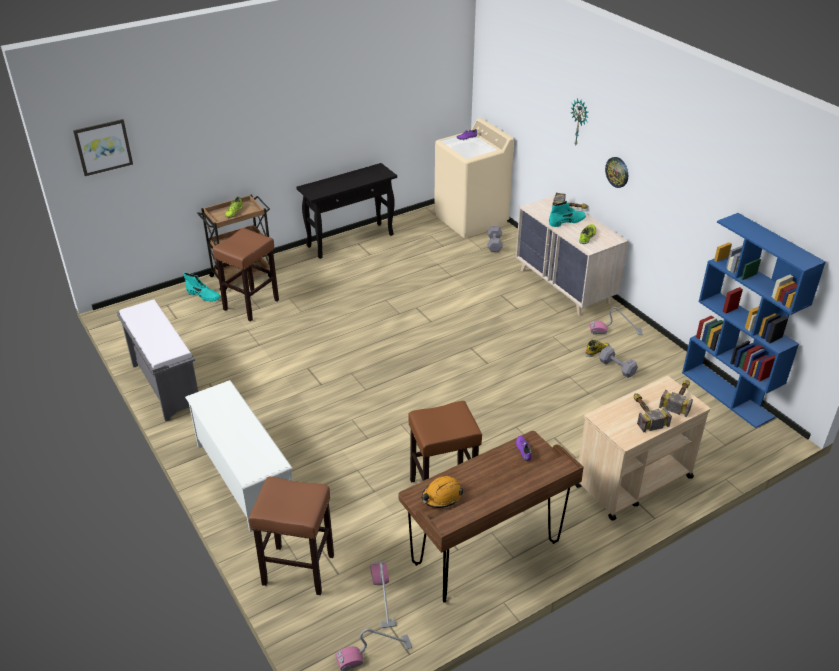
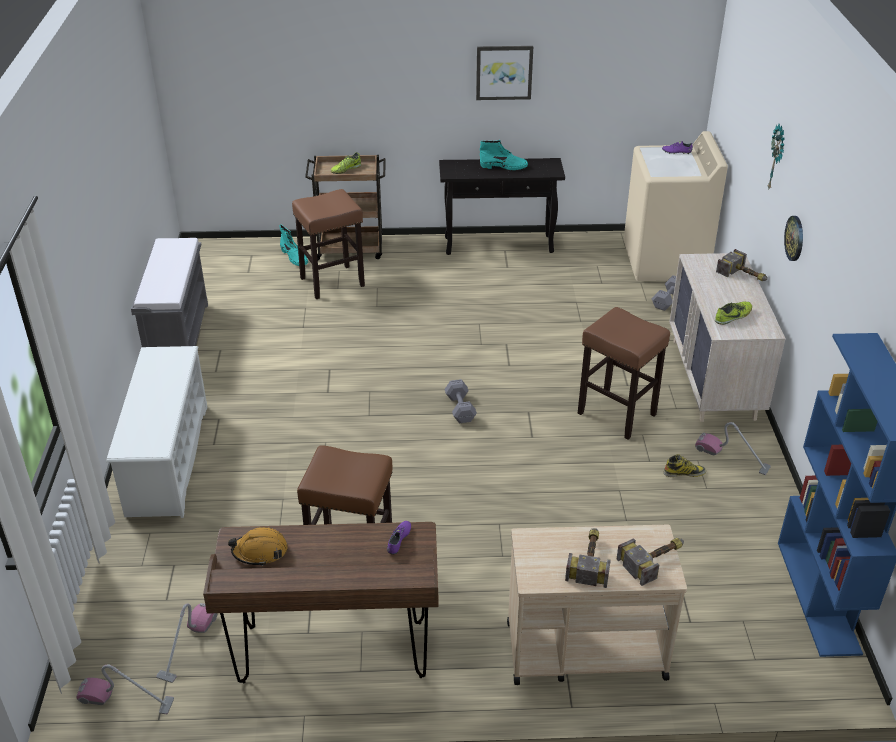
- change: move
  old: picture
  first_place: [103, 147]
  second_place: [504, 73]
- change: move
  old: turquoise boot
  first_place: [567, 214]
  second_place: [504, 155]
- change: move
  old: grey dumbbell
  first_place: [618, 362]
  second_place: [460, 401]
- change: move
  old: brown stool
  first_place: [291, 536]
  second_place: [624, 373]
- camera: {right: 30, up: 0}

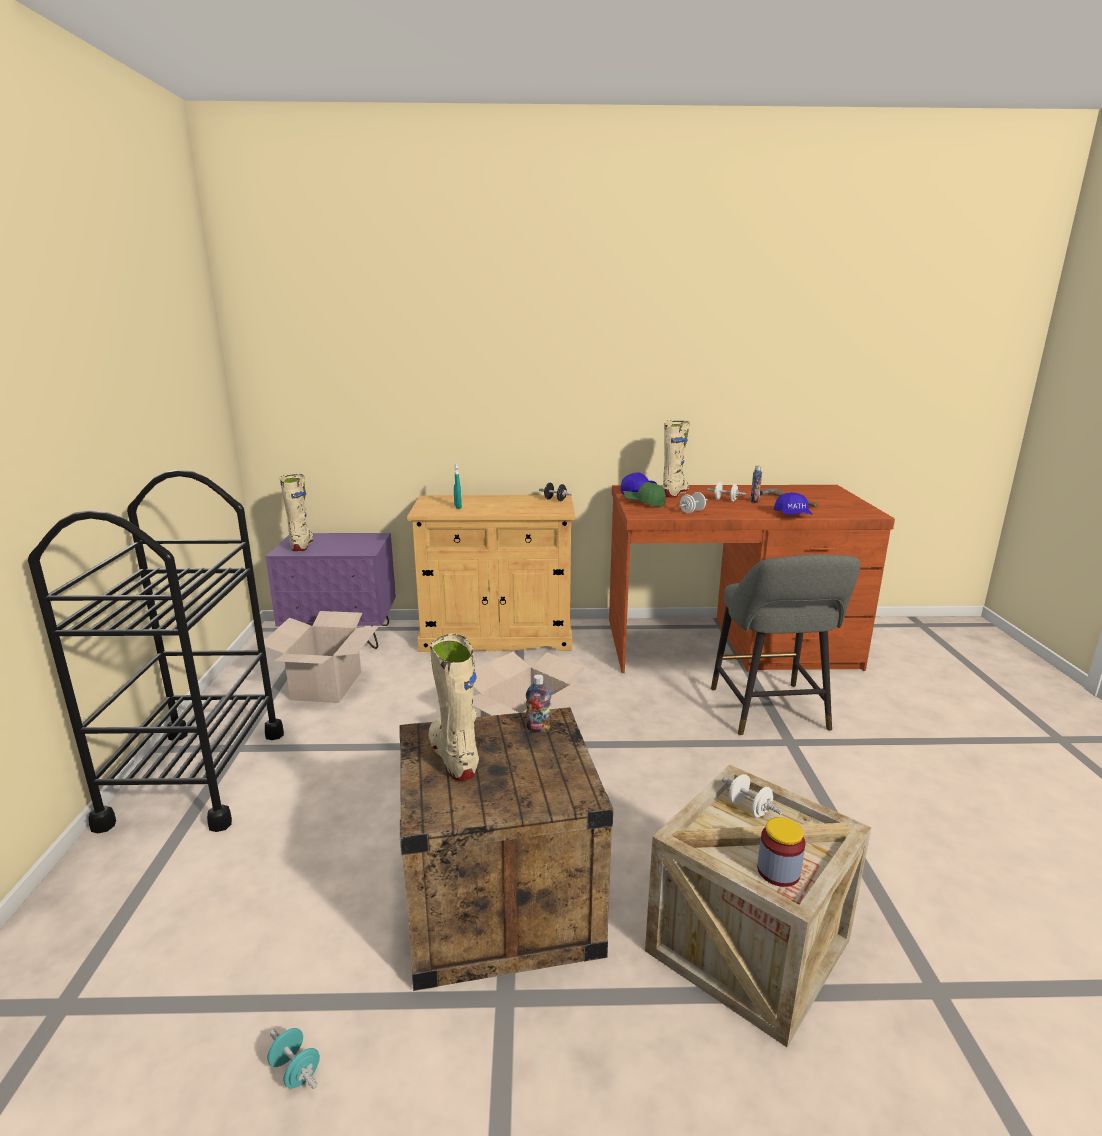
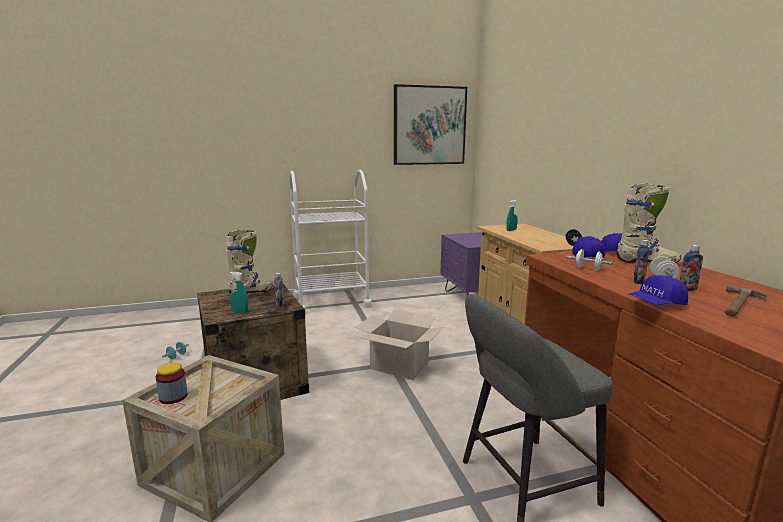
- change: recolor
  old: black cart
  new: white cart
  first_place: [156, 652]
  second_place: [331, 242]
- change: delete
  old: beige boot
  first_place: [297, 512]
- change: recolor
  old: green cap
  new: blue cap
  first_place: [645, 494]
  second_place: [588, 247]
- change: delete
  old: cardboard box
  first_place: [321, 657]
- change: delete
  old: white dumbbell
  first_place: [752, 795]
- change: insert
  new: picture
  second_place: [430, 124]
- change: insert
  new: bottle
  second_place: [641, 262]
- change: insert
  new: turquoise spray bottle
  second_place: [238, 292]
- camera: {right: 75, up: -5}

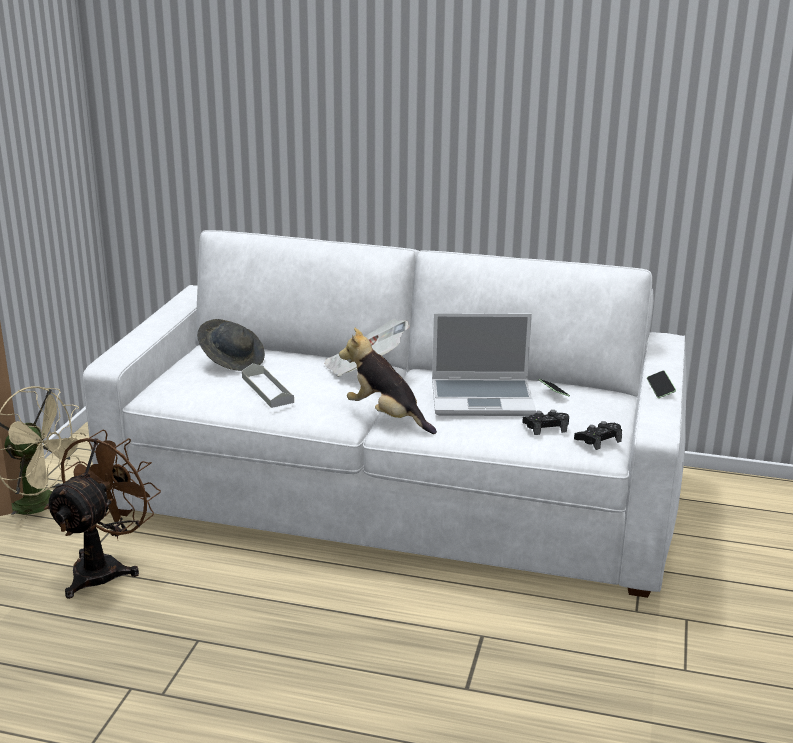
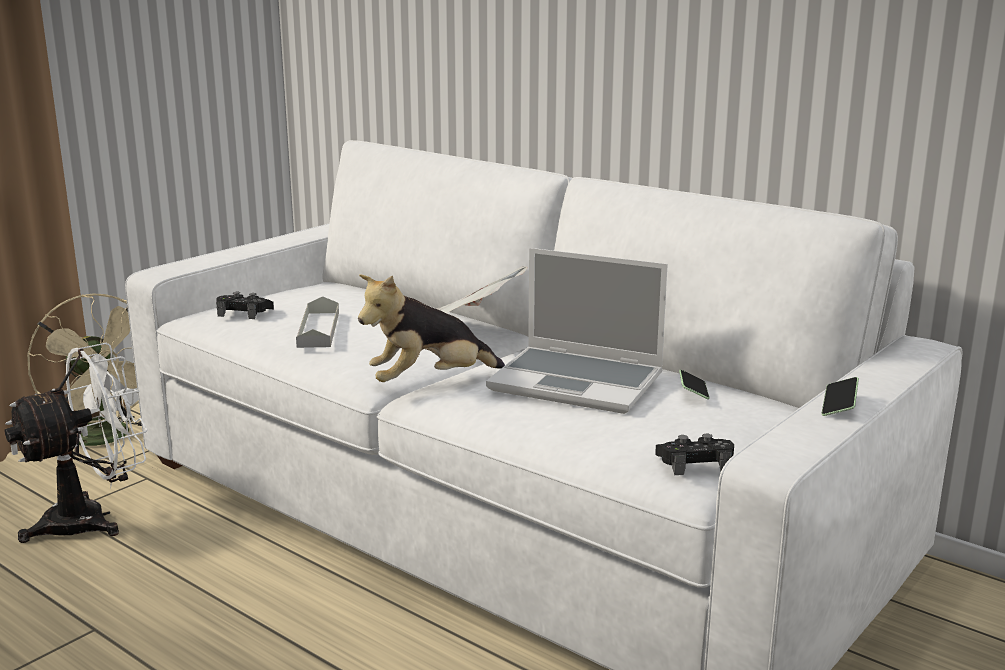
- change: delete
  old: grey hat
  first_place: [231, 345]
- change: rotate
  old: plush toy
  first_place: [388, 380]
  second_place: [431, 328]
  degrees: -90
- change: move
  old: black game controller
  first_place: [545, 422]
  second_place: [245, 305]
- change: recolor
  old: brown fan
  new: white fan
  first_place: [102, 514]
  second_place: [76, 443]
- camera: {right: 25, up: -5}

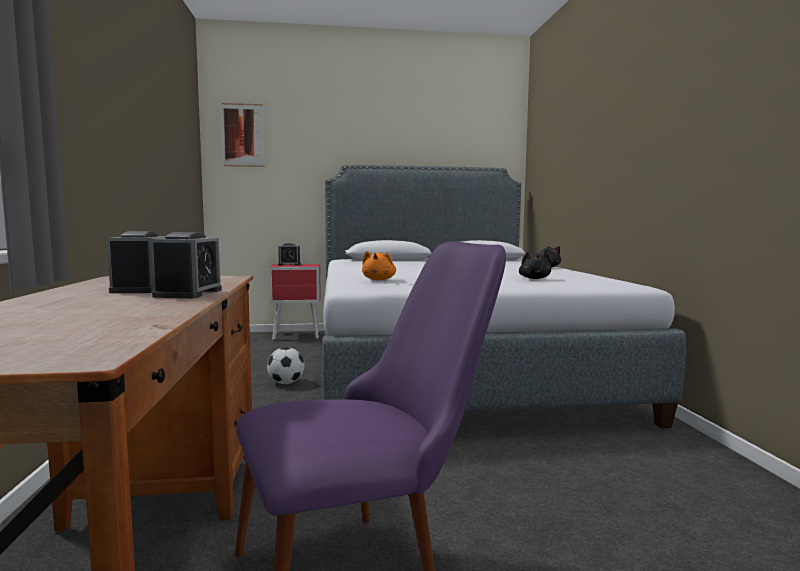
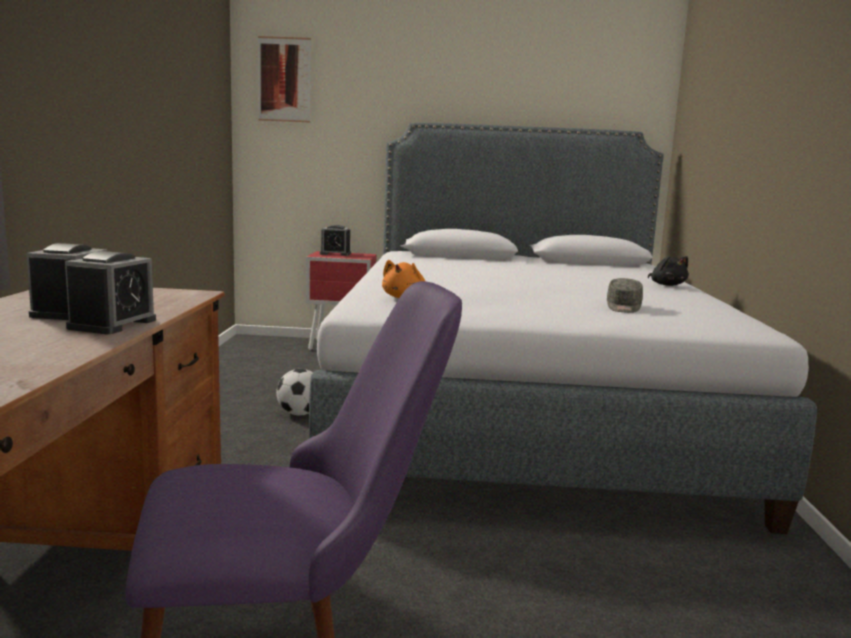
- change: replace
  old: black plush toy
  new: grey cap
  first_place: [535, 265]
  second_place: [625, 295]
- camera: {right: 10, up: 5}

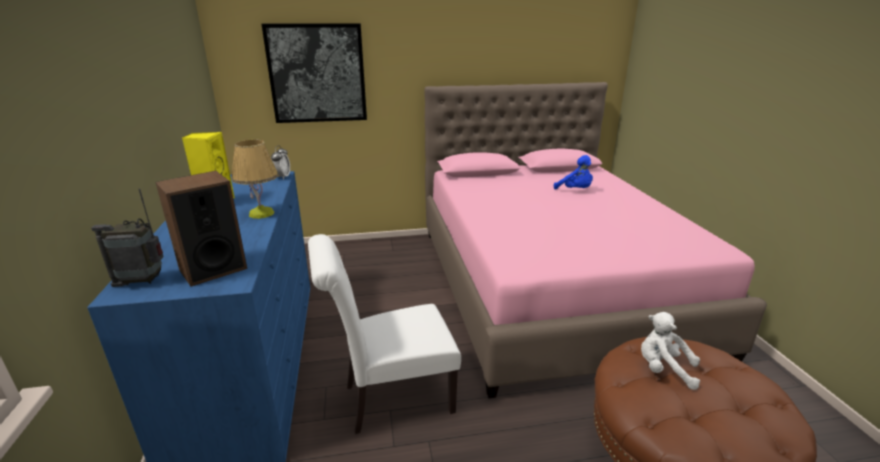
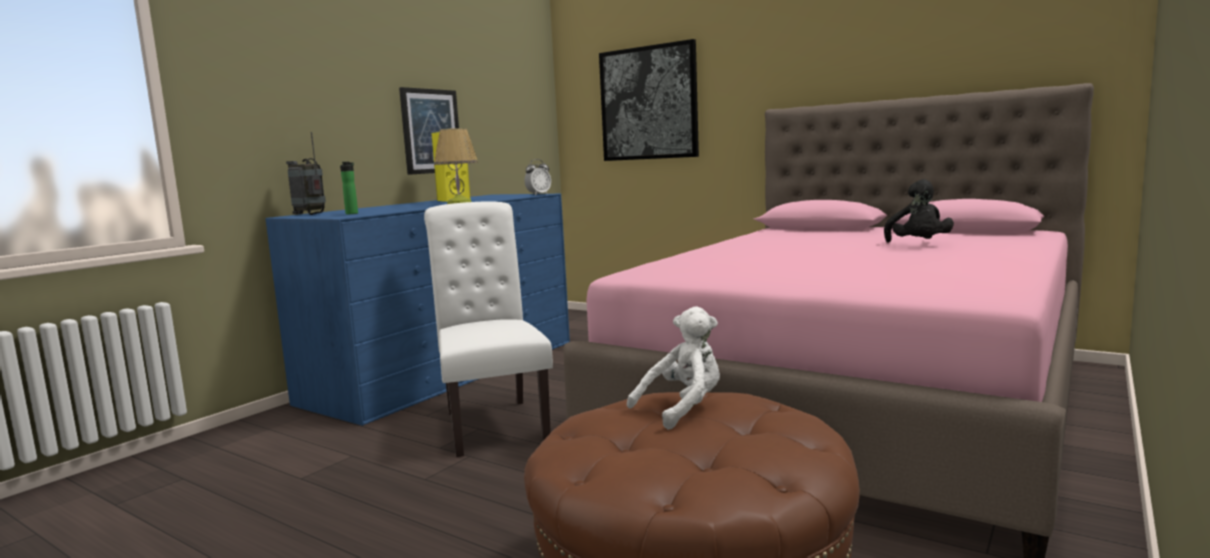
- change: recolor
  old: blue plush toy
  new: black plush toy
  first_place: [573, 172]
  second_place: [919, 211]
- change: replace
  old: speaker
  new: bottle
  first_place: [201, 229]
  second_place: [349, 188]
- change: rotate
  old: white chair
  first_place: [384, 334]
  second_place: [488, 329]
  degrees: 45
- change: rotate
  old: white plush toy
  first_place: [670, 351]
  second_place: [673, 368]
  degrees: 75
- change: insert
  new: picture
  second_place: [429, 131]
- camera: {right: 45, up: -15}

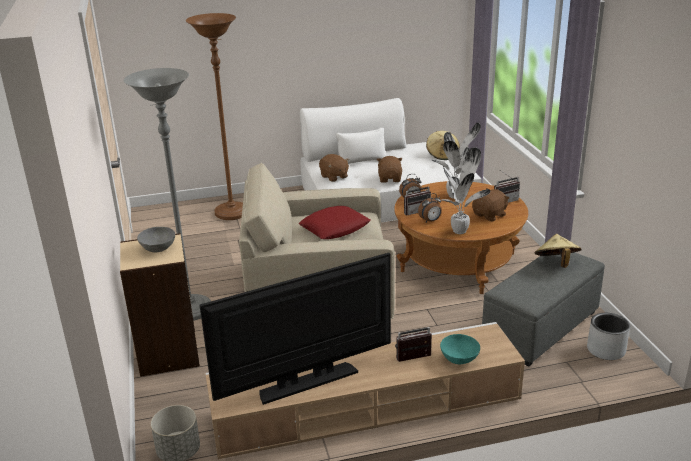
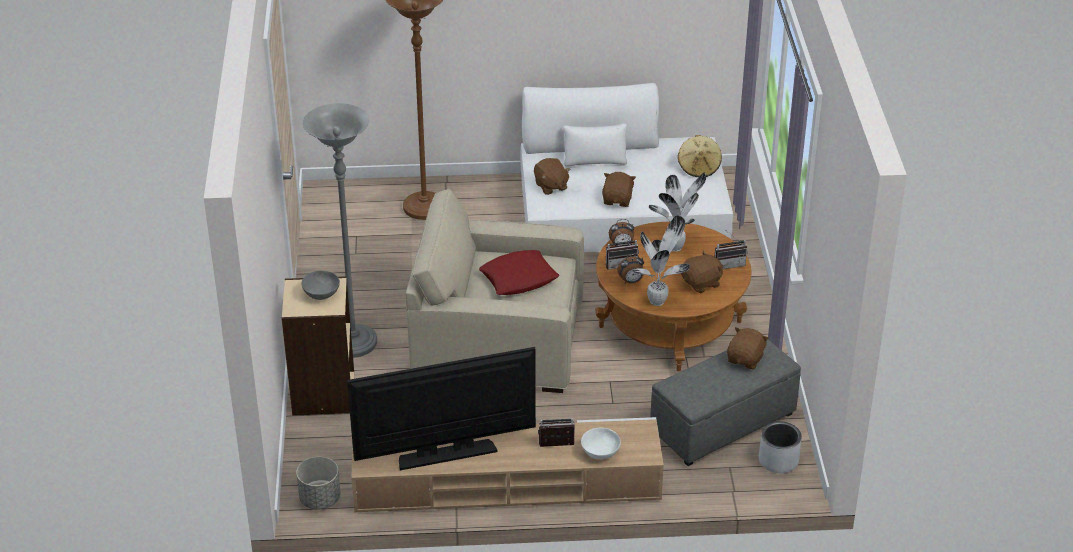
- change: replace
  old: beige hat
  new: brown plush toy
  first_place: [558, 251]
  second_place: [748, 348]
- change: recolor
  old: turquoise bowl
  new: white bowl
  first_place: [460, 349]
  second_place: [601, 443]
- camera: {right: 10, up: 10}

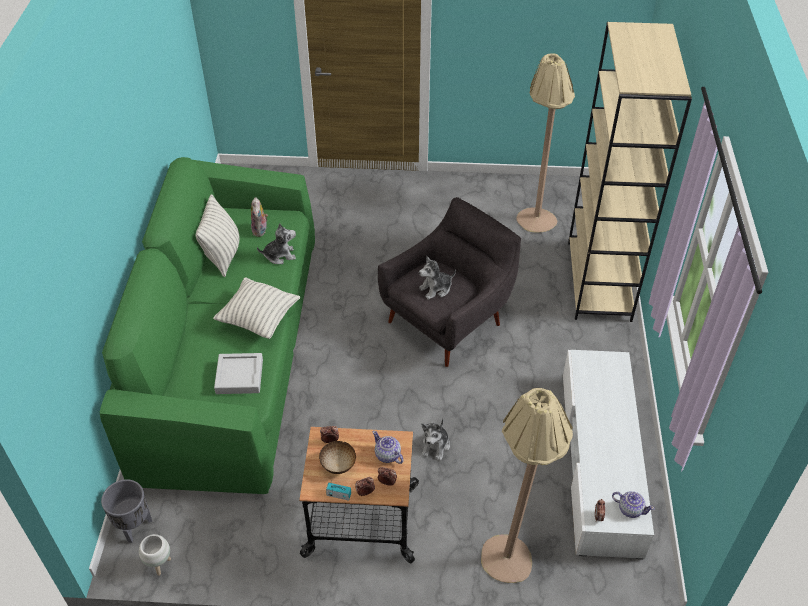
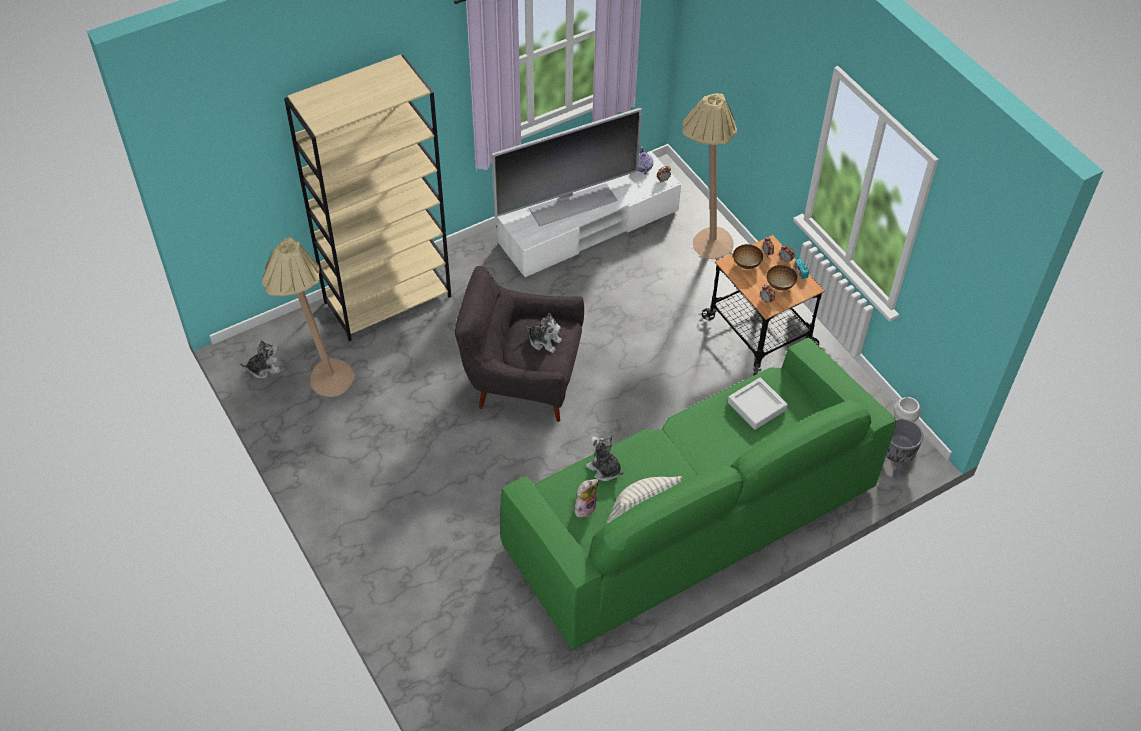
- change: delete
  old: pillow
  first_place: [256, 308]
- change: move
  old: plush toy
  first_place: [435, 439]
  second_place: [260, 359]
- change: replace
  old: teapot
  new: bowl
  first_place: [388, 447]
  second_place: [748, 256]
- change: insert
  new: television
  second_place: [567, 167]
- camera: {right: -125, up: 5}

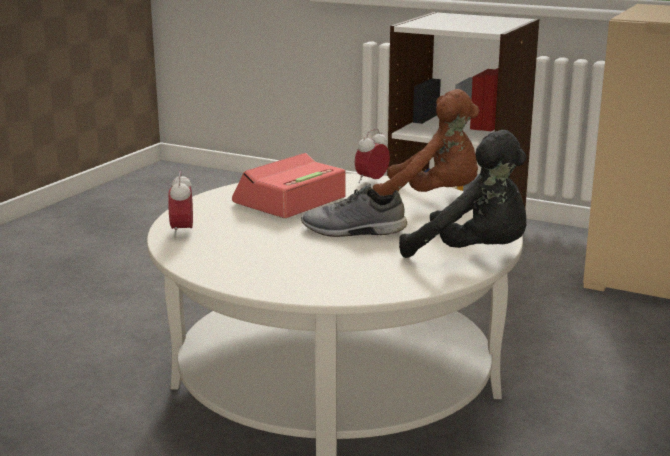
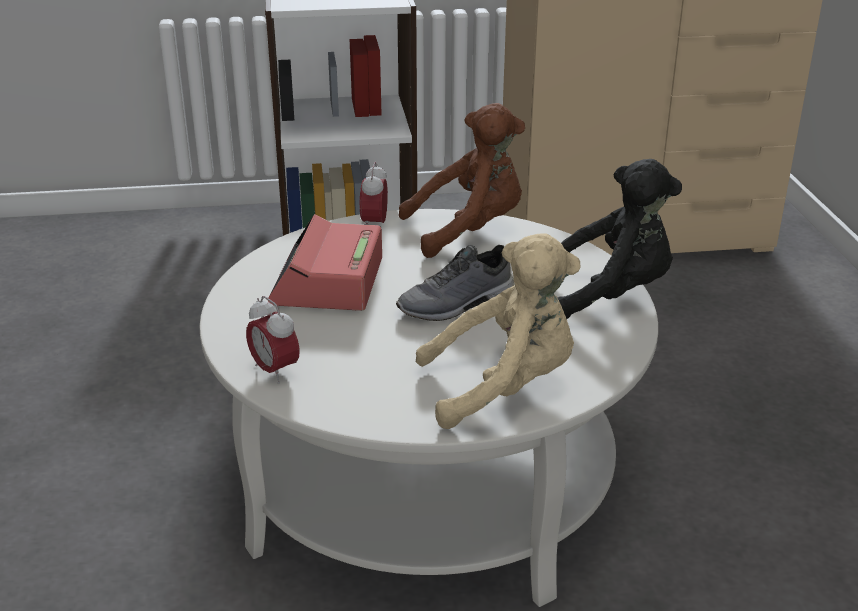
- change: insert
  new: beige plush toy
  second_place: [498, 331]
- camera: {right: -35, up: 10}

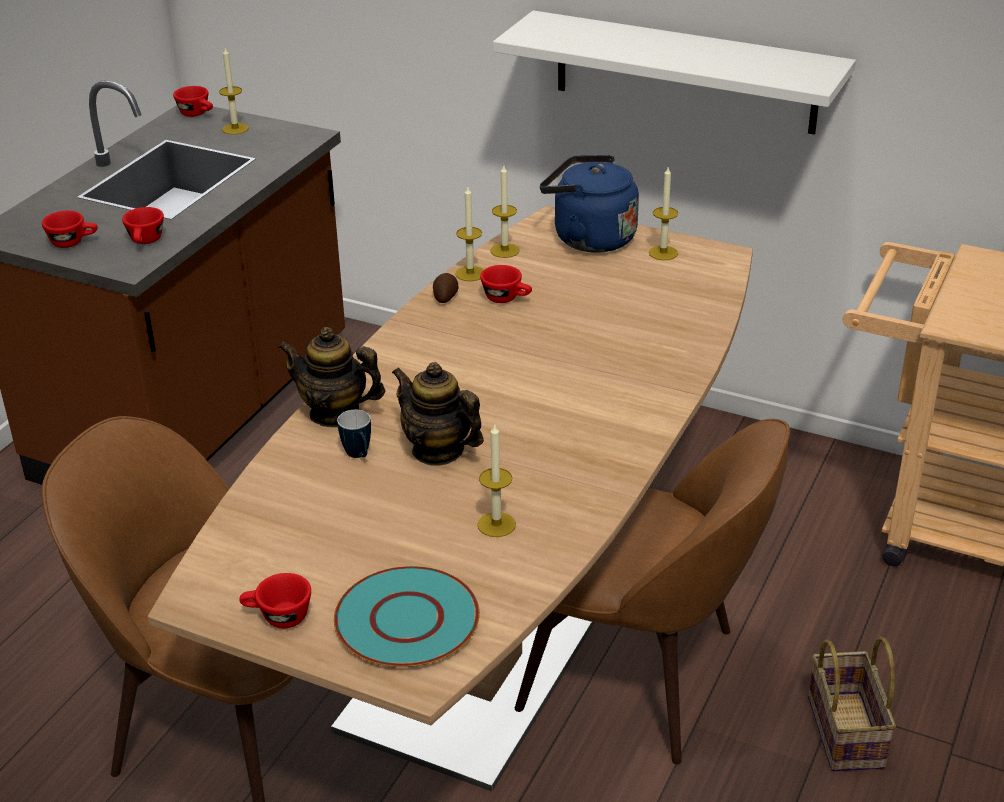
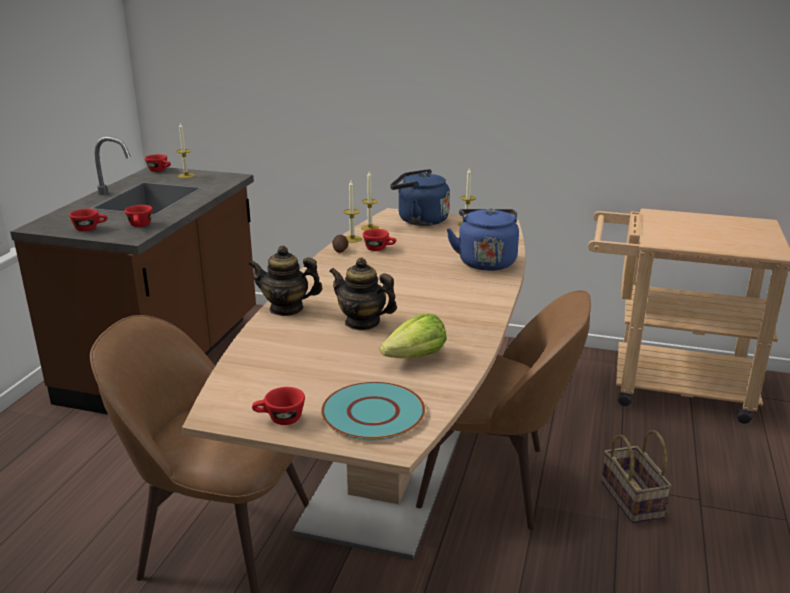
- change: delete
  old: white shelf
  first_place: [674, 72]
- change: delete
  old: mug
  first_place: [354, 434]
- change: replace
  old: candle
  new: lettuce
  first_place: [496, 480]
  second_place: [413, 336]
- change: insert
  new: blue kettle
  second_place: [483, 239]
- camera: {right: -10, up: -10}

